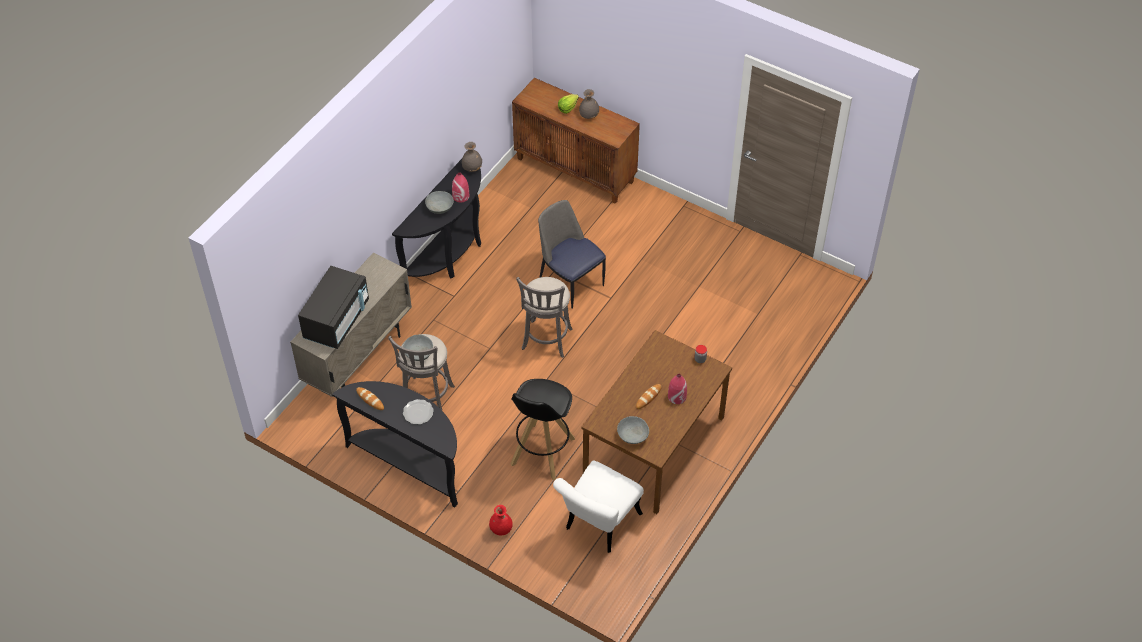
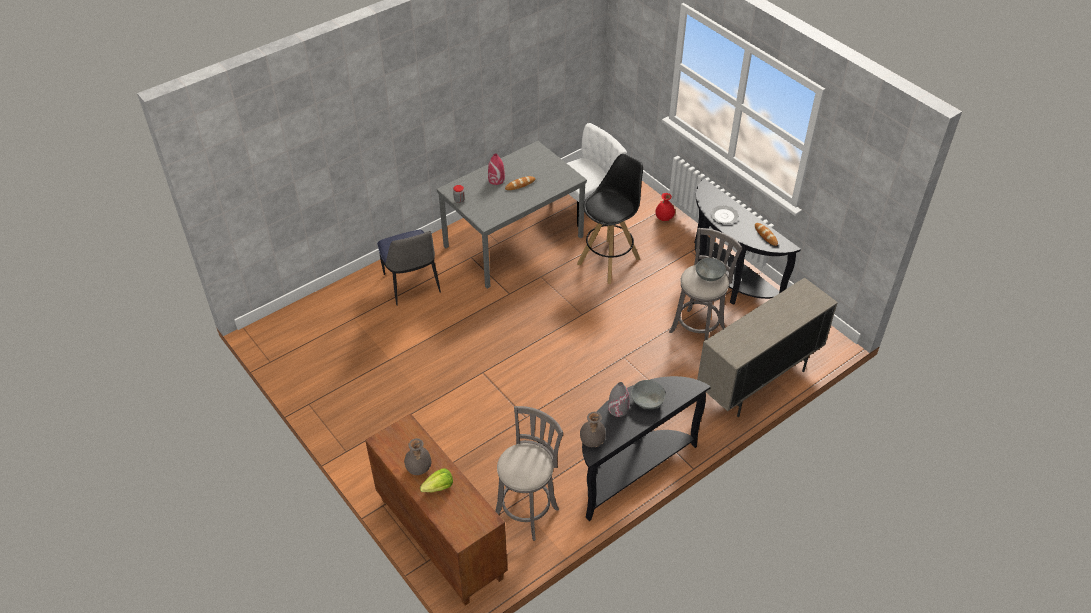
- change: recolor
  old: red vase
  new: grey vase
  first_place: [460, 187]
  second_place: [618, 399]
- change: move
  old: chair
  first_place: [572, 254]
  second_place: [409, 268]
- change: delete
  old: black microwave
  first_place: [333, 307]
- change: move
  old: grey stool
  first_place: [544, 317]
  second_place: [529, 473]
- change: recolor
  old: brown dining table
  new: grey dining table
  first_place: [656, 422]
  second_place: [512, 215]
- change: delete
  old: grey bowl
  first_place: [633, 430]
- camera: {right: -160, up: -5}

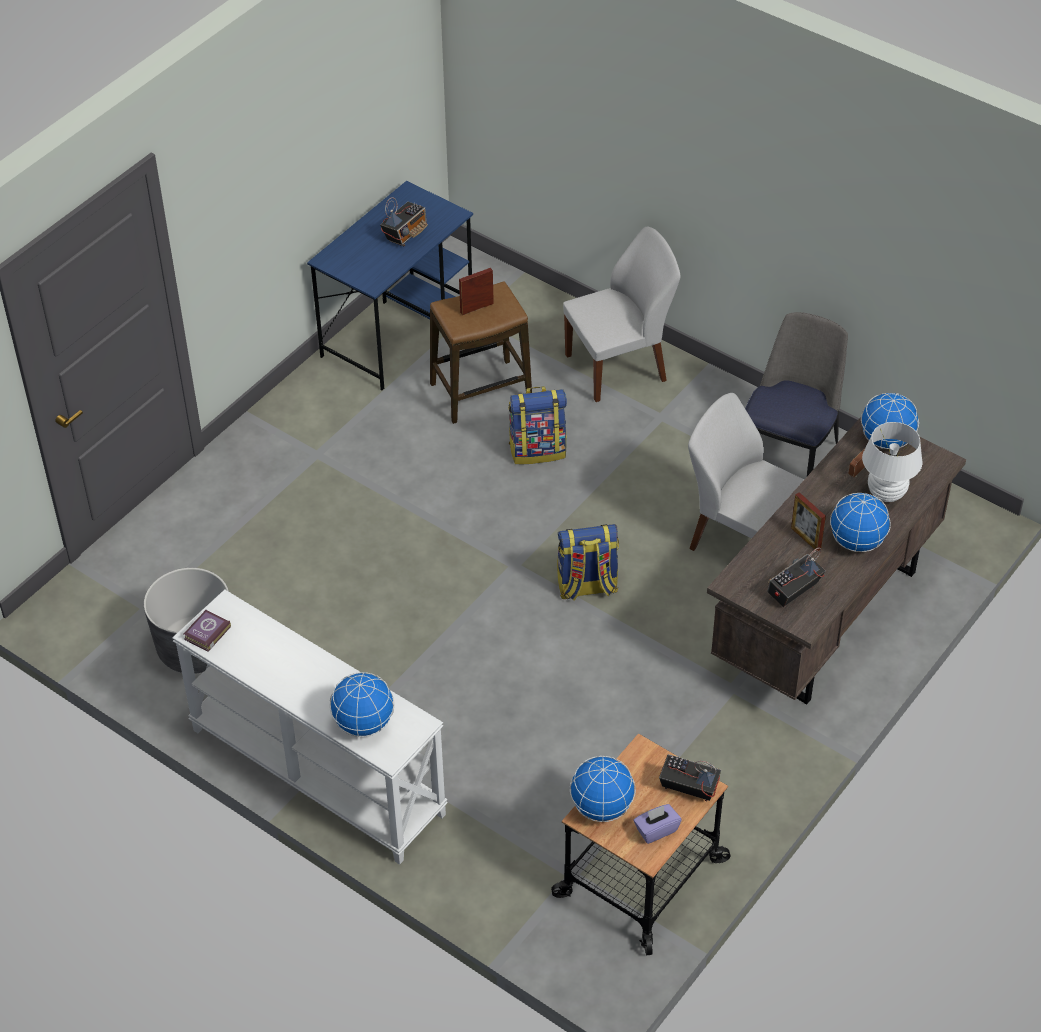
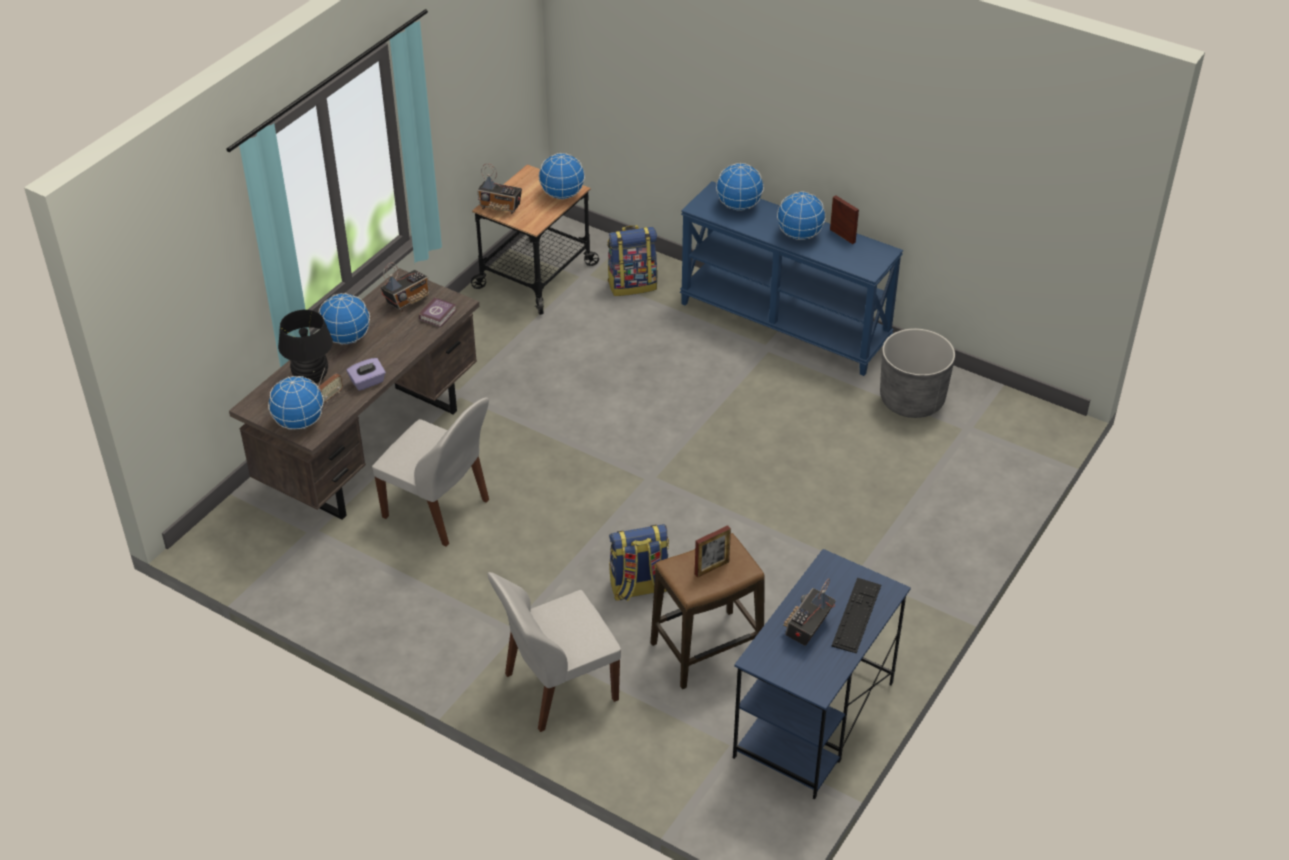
- change: delete
  old: chair
  first_place: [796, 394]
- change: recolor
  old: white table lamp
  new: black table lamp
  first_place: [892, 462]
  second_place: [305, 347]
- change: move
  old: picture frame
  first_place: [808, 521]
  second_place: [844, 219]
- change: move
  old: backpack
  first_place: [588, 562]
  second_place: [632, 260]
- change: recolor
  old: white console table
  new: blue console table
  first_place: [310, 727]
  second_place: [792, 278]
- change: move
  old: book
  first_place: [207, 631]
  second_place: [437, 312]
- change: move
  old: purple tissue box
  first_place: [657, 824]
  second_place: [366, 374]
- change: insert
  new: globe
  second_place: [801, 215]
- change: insert
  new: keyboard
  second_place: [856, 616]
- camera: {right: 175, up: -5}

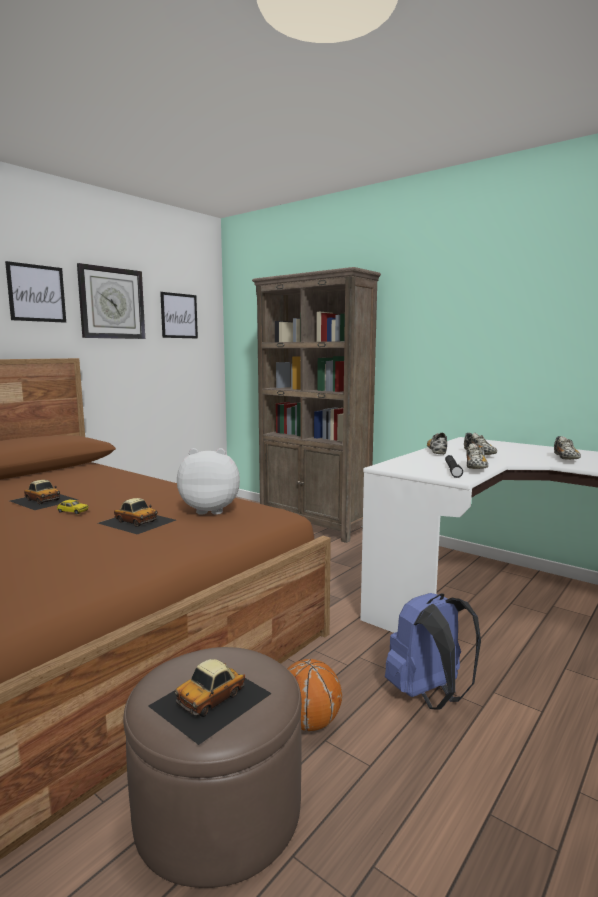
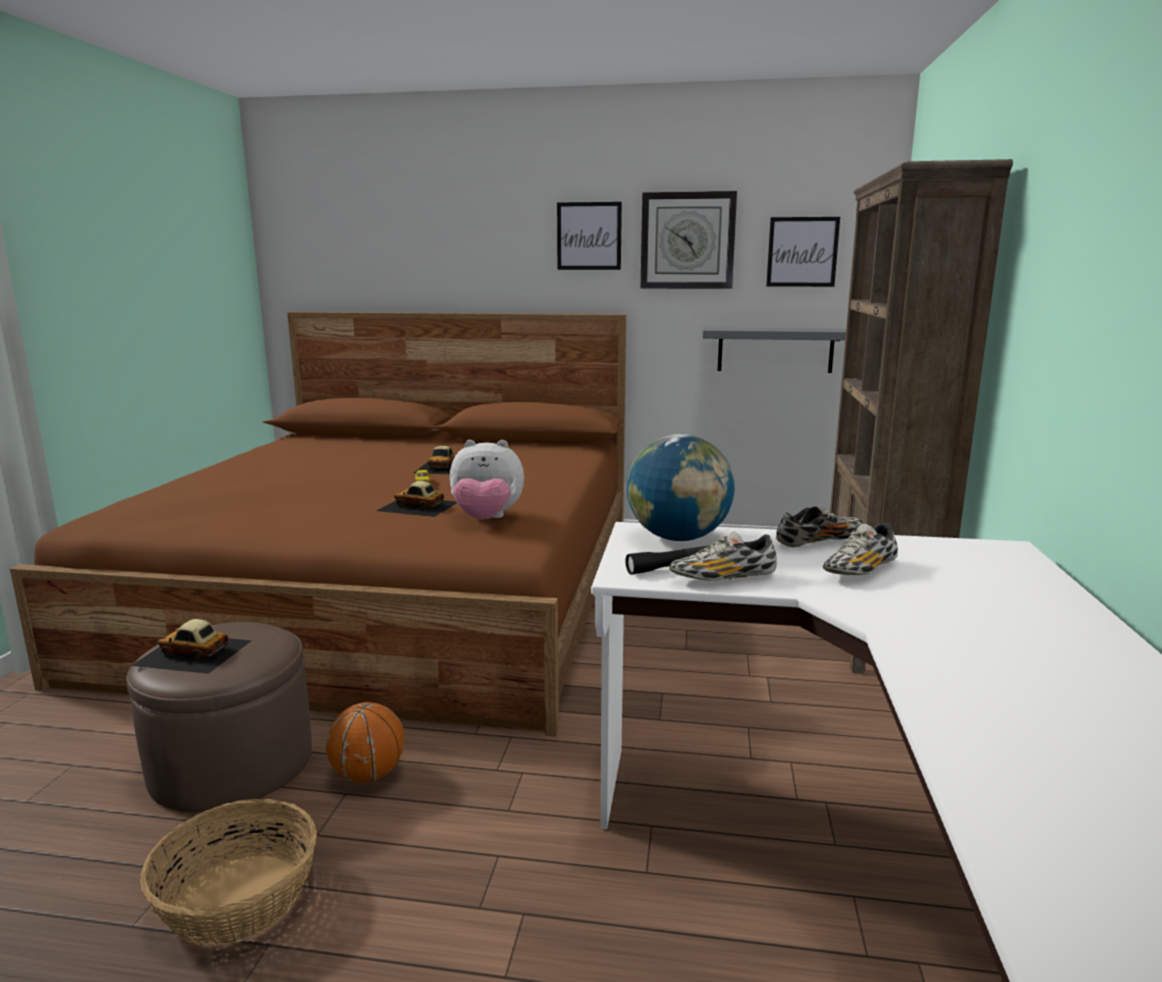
- change: delete
  old: shoe
  first_place: [567, 448]
- change: rotate
  old: plush toy
  first_place: [208, 481]
  second_place: [487, 480]
  degrees: 120
- change: rotate
  old: toy car
  first_place: [137, 516]
  second_place: [416, 499]
  degrees: 105
- change: delete
  old: blue backpack
  first_place: [433, 651]
- change: insert
  new: grey shelf
  second_place: [774, 350]
- change: insert
  new: globe
  second_place: [681, 487]
- change: insert
  new: basket
  second_place: [228, 872]
- camera: {right: 60, up: 5}

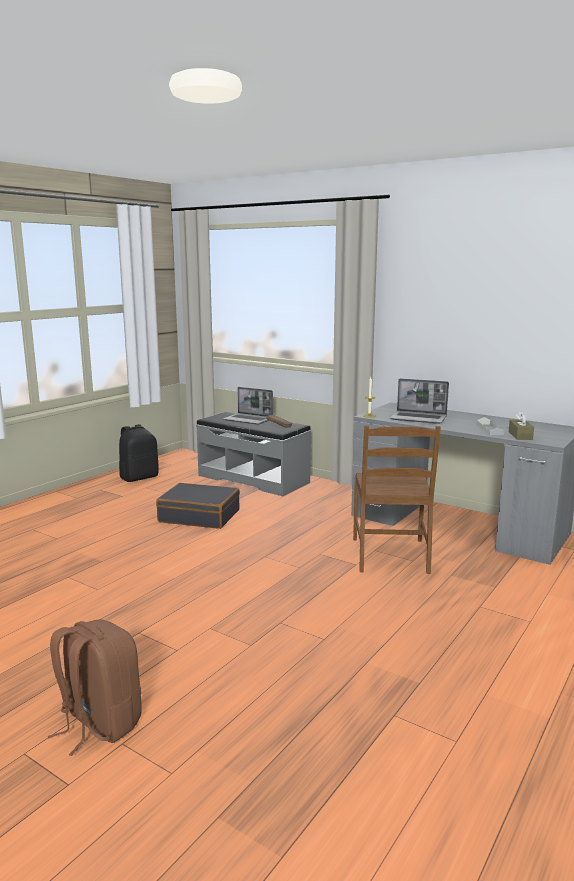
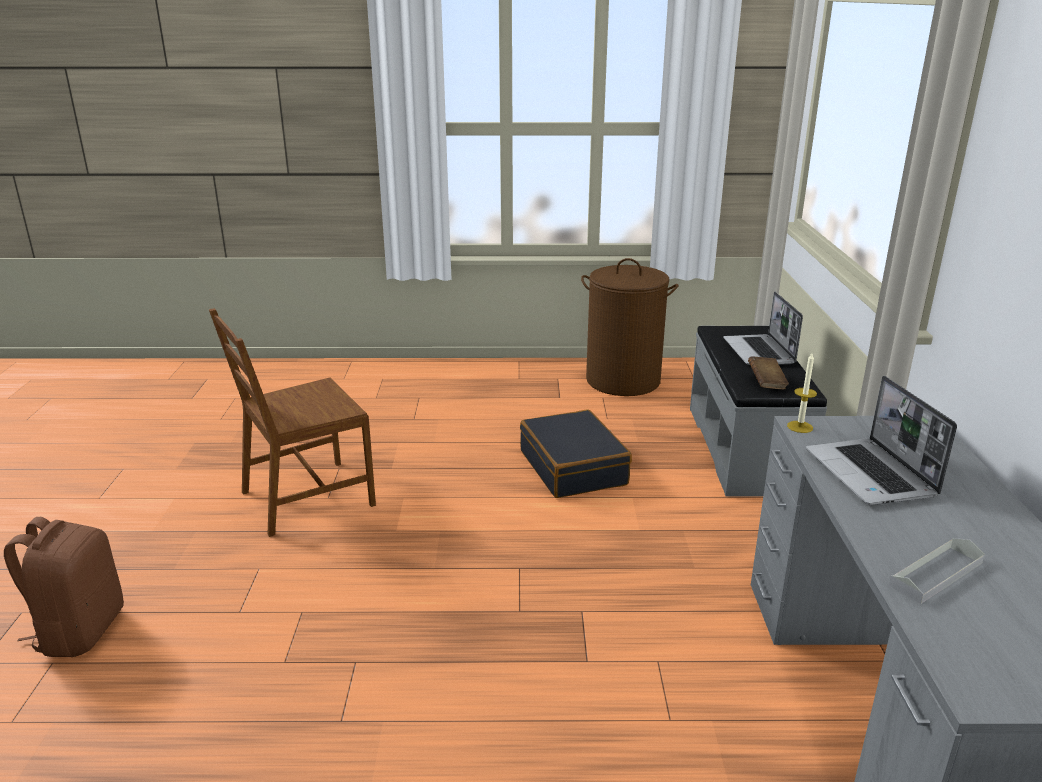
- change: delete
  old: brown tissue box
  first_place: [521, 425]
- change: replace
  old: black backpack
  new: brown laundry basket
  first_place: [139, 453]
  second_place: [630, 327]
- change: move
  old: brown chair
  first_place: [397, 499]
  second_place: [292, 422]
- camera: {right: 55, up: 10}

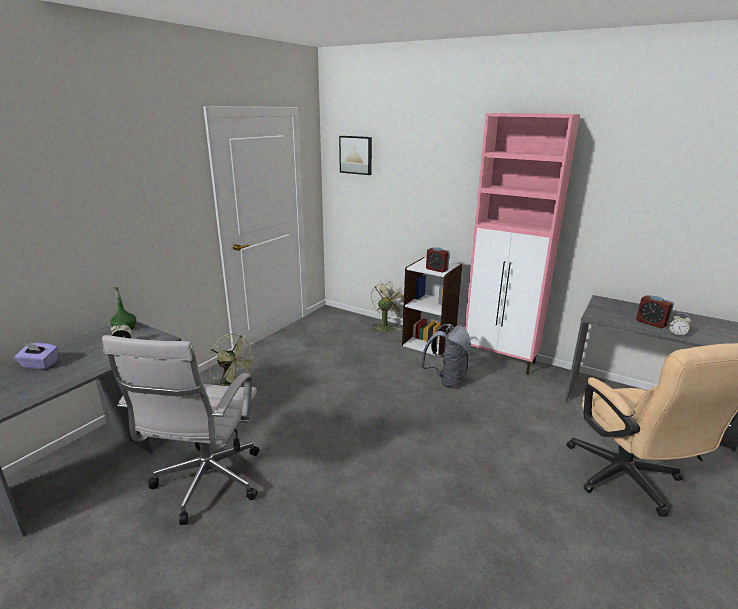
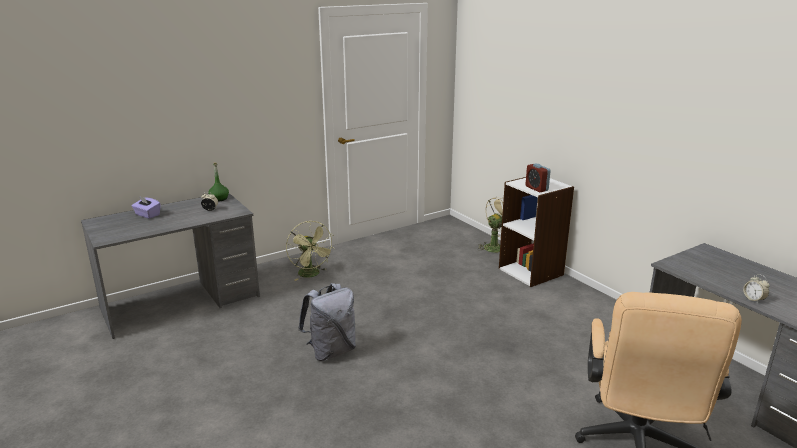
- change: delete
  old: pink cabinet
  first_place: [522, 244]
- change: delete
  old: picture
  first_place: [355, 155]
- change: delete
  old: alarm clock
  first_place: [655, 311]
- change: move
  old: grey backpack
  first_place: [446, 355]
  second_place: [327, 322]
- change: delete
  old: white office chair
  first_place: [180, 430]
- camera: {right: 25, up: 0}

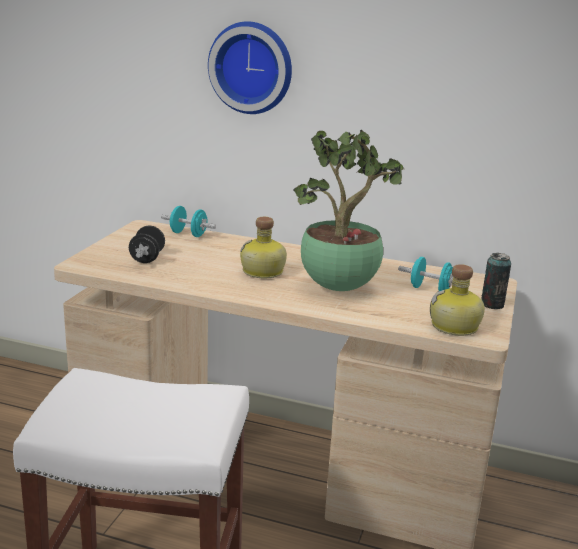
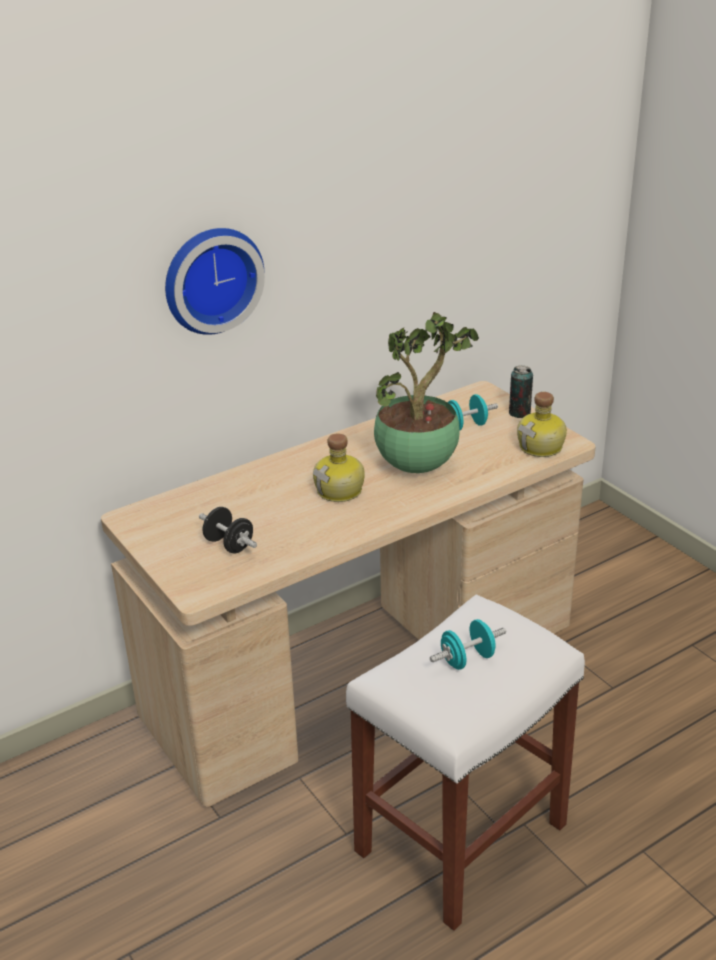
- change: move
  old: turquoise dumbbell
  first_place: [188, 221]
  second_place: [468, 644]
- camera: {right: -50, up: 10}

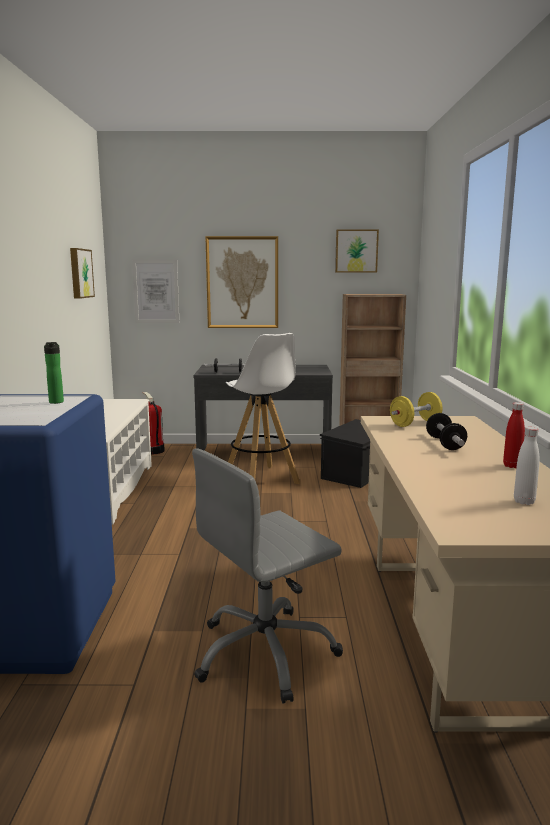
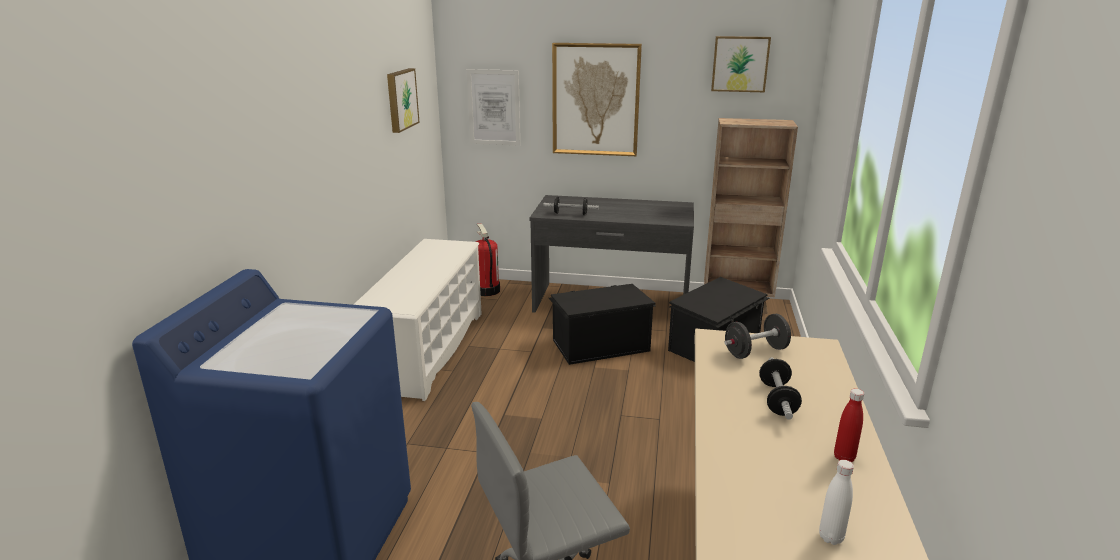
- change: replace
  old: white stool
  new: black storage box
  first_place: [263, 408]
  second_place: [602, 324]
- change: delete
  old: bottle
  first_place: [54, 373]
- change: recolor
  old: yellow dumbbell
  new: black dumbbell
  first_place: [416, 409]
  second_place: [758, 336]
- camera: {right: 10, up: 10}

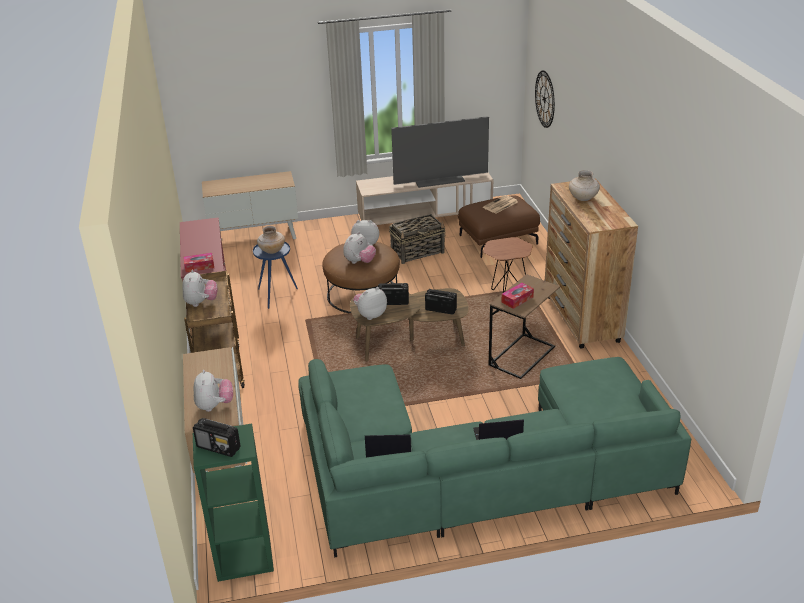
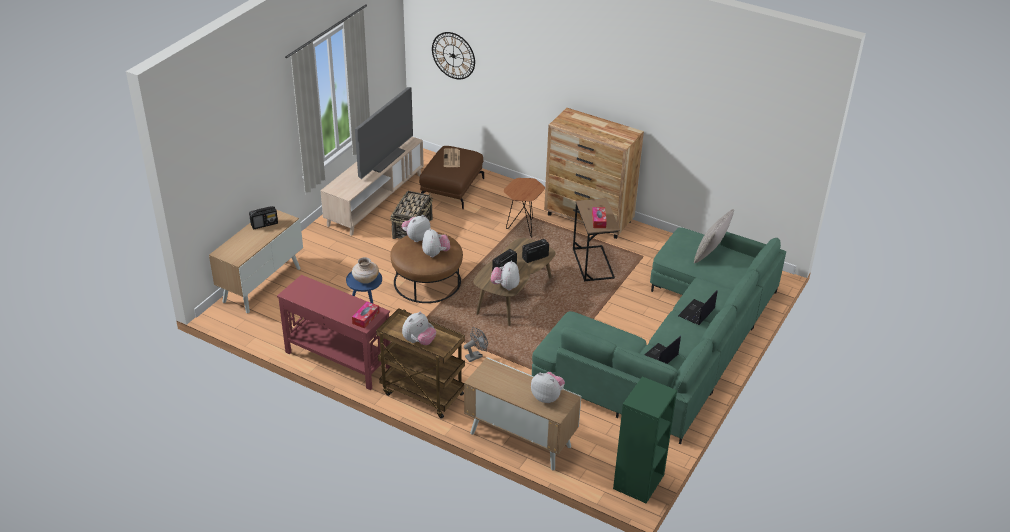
- change: delete
  old: beige vase
  first_place: [584, 185]
- change: rotate
  old: plush toy
  first_place: [200, 288]
  second_place: [419, 328]
  degrees: 90
- change: move
  old: radio
  first_place: [217, 437]
  second_place: [263, 217]
- change: insert
  new: grey pillow
  second_place: [714, 236]
- change: insert
  new: grey fan
  second_place: [476, 344]
- camera: {right: -50, up: 5}

